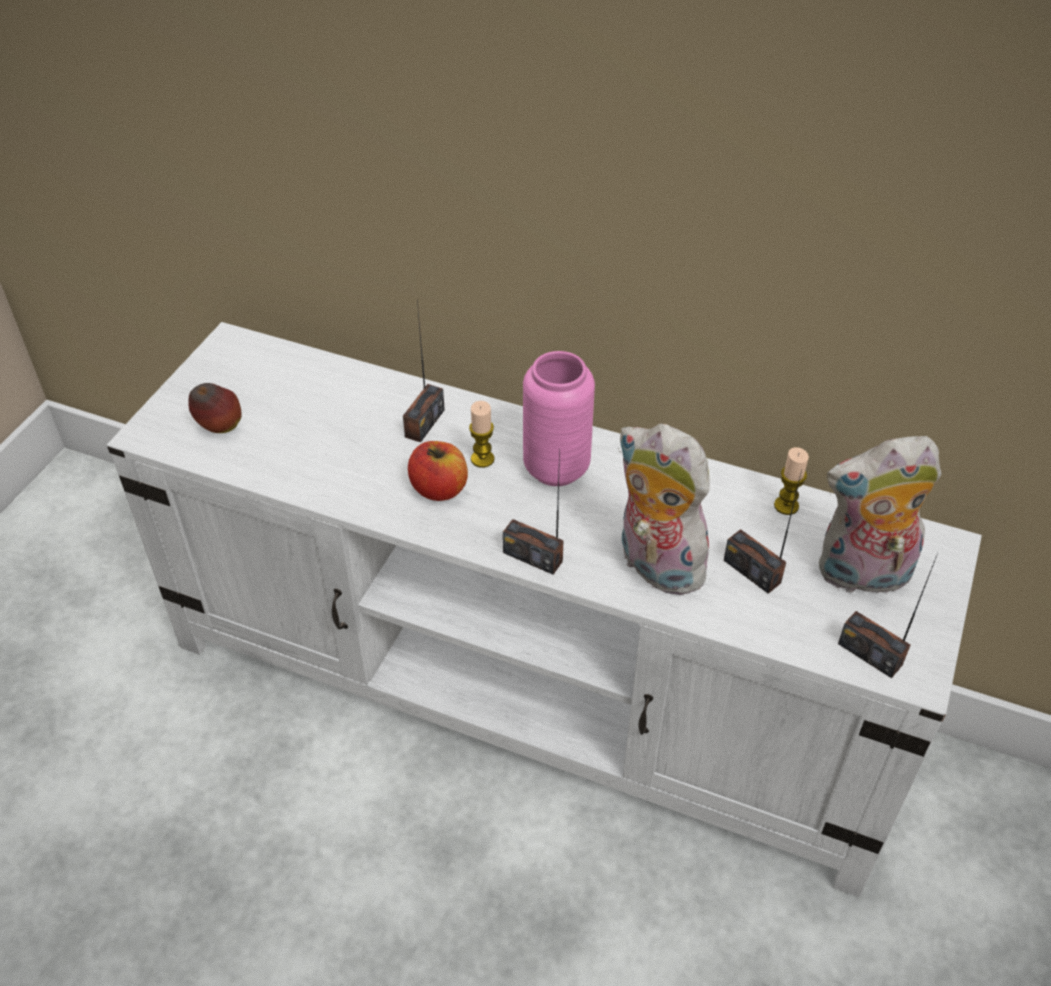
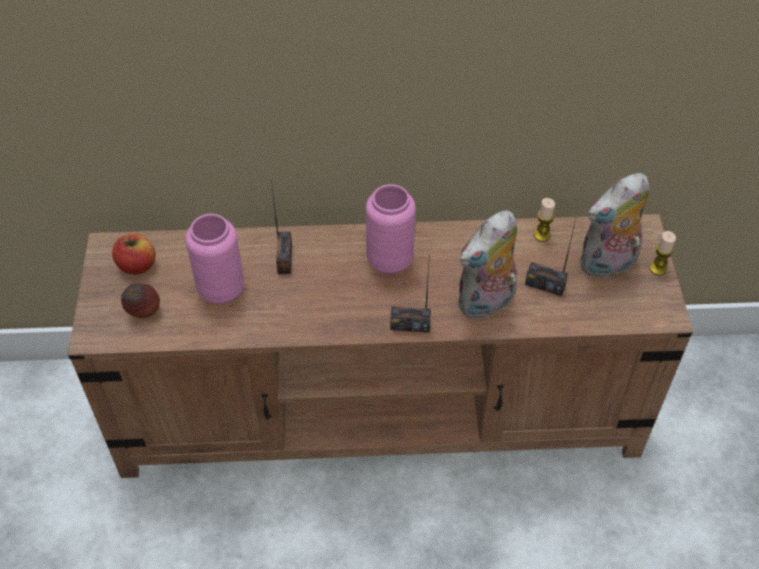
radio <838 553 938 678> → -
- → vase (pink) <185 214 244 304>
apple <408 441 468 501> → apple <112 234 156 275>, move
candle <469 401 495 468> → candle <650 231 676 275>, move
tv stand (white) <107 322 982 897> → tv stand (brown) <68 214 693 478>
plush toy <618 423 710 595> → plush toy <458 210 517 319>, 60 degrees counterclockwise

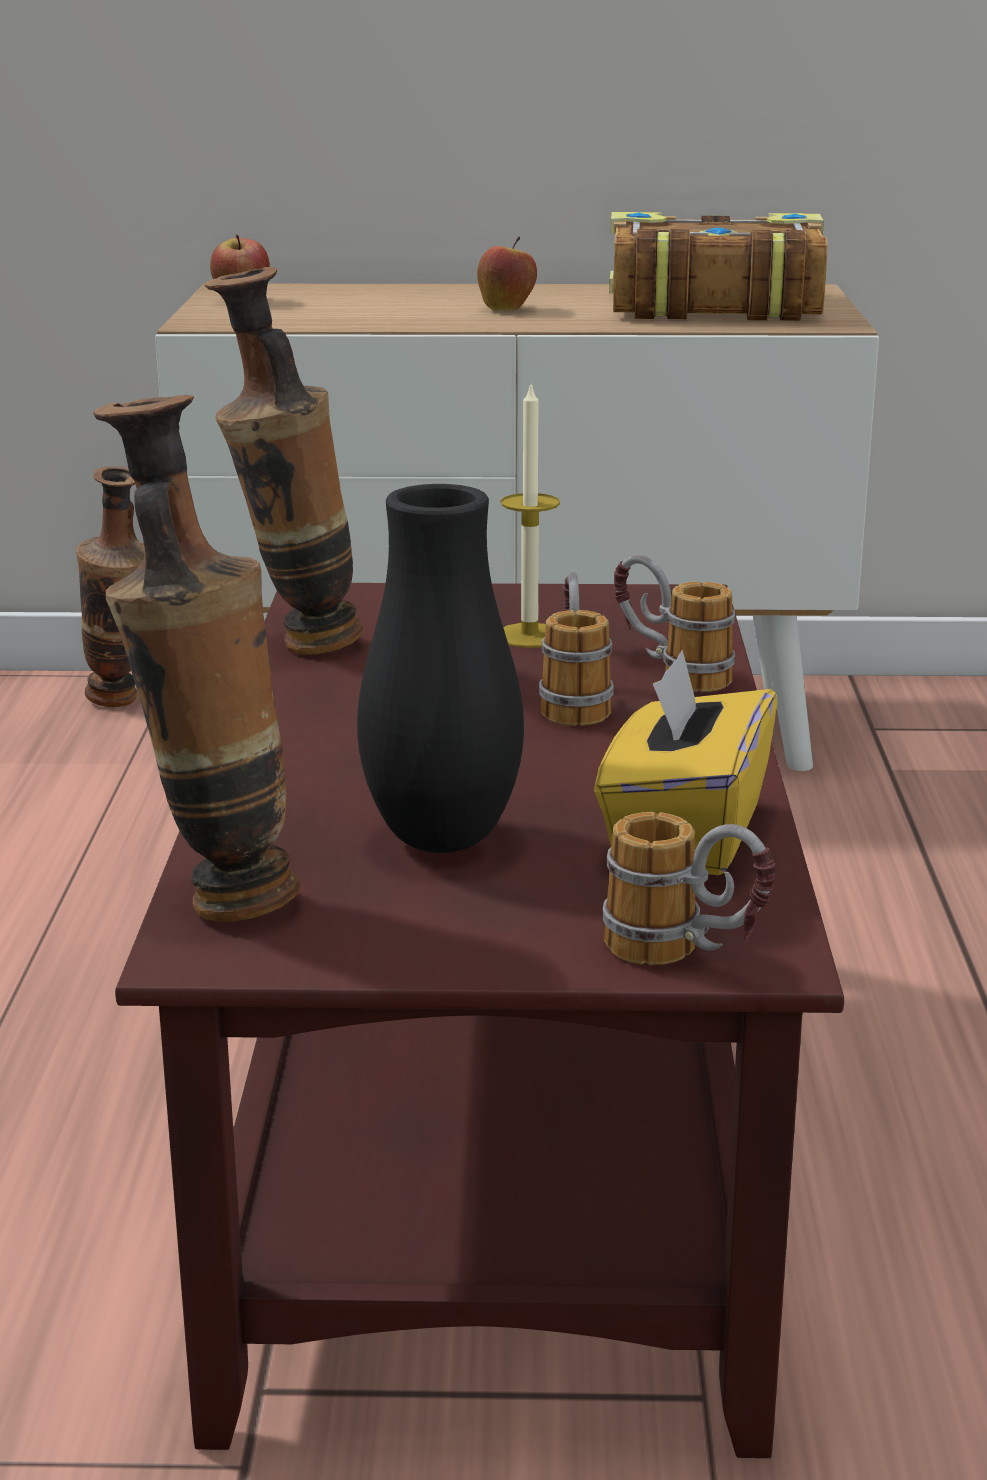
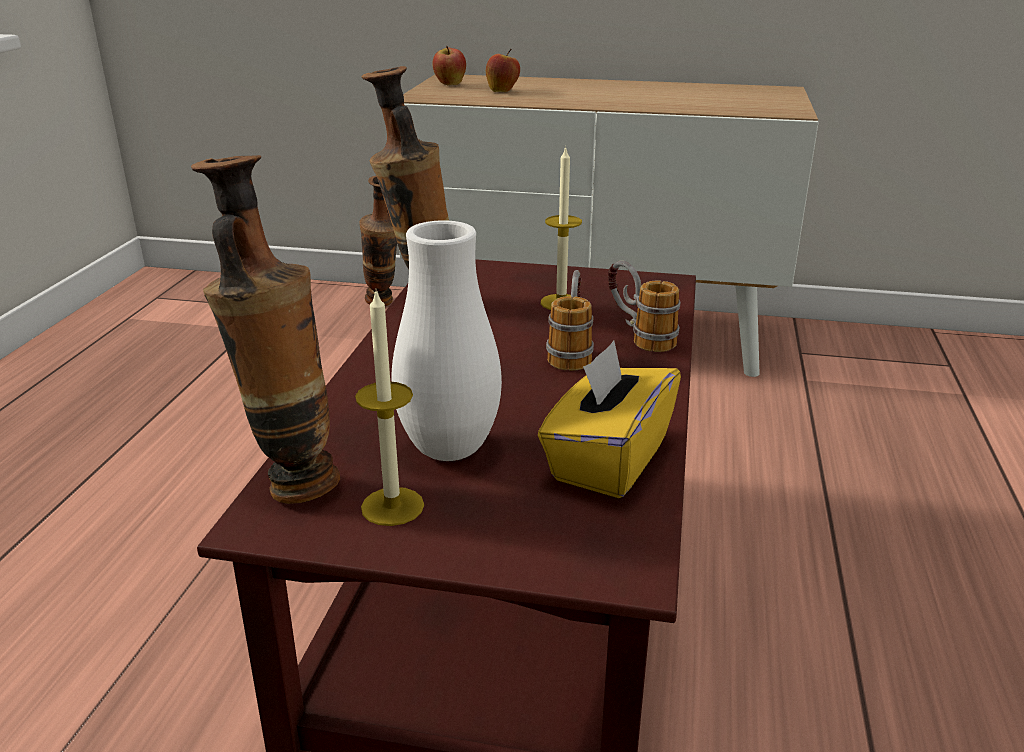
mug <602 812 775 965> → -
book <609 212 828 321> → -
- → candle <355 288 424 526>
apple <477 237 537 311> → apple <486 49 520 92>, move
vase (black) <357 484 524 853> → vase (white) <392 220 502 461>

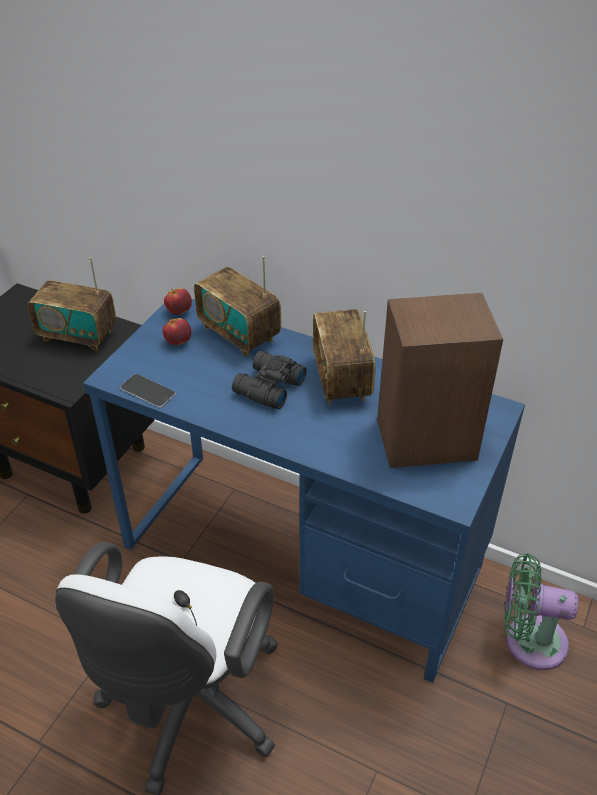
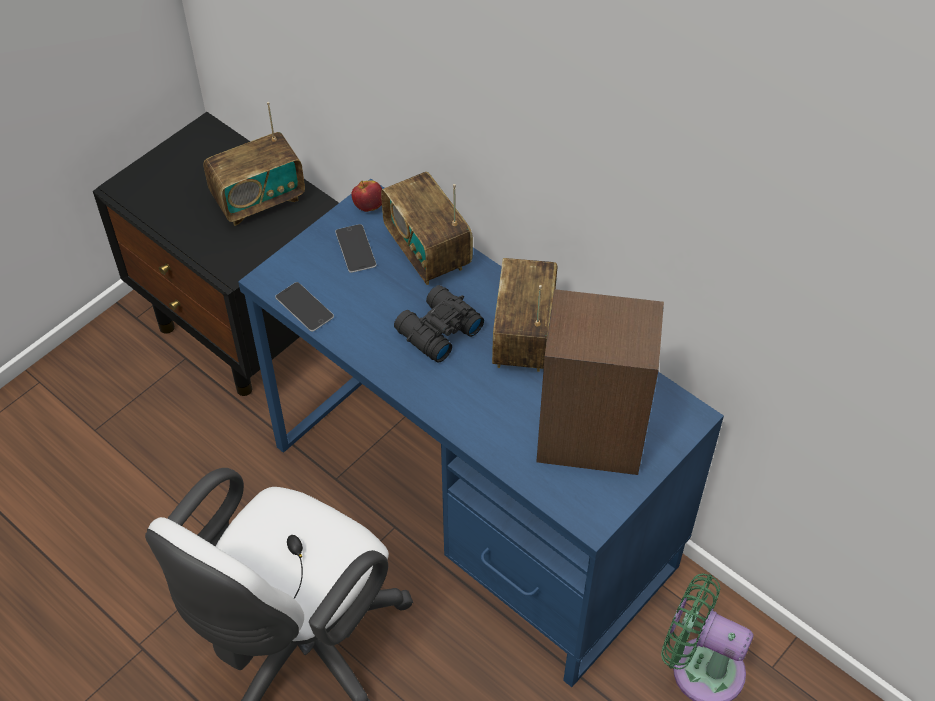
apple <163 318 191 345> → phone <335 224 376 273>
radio <27 257 116 351> → radio <204 102 305 226>, 60 degrees counterclockwise

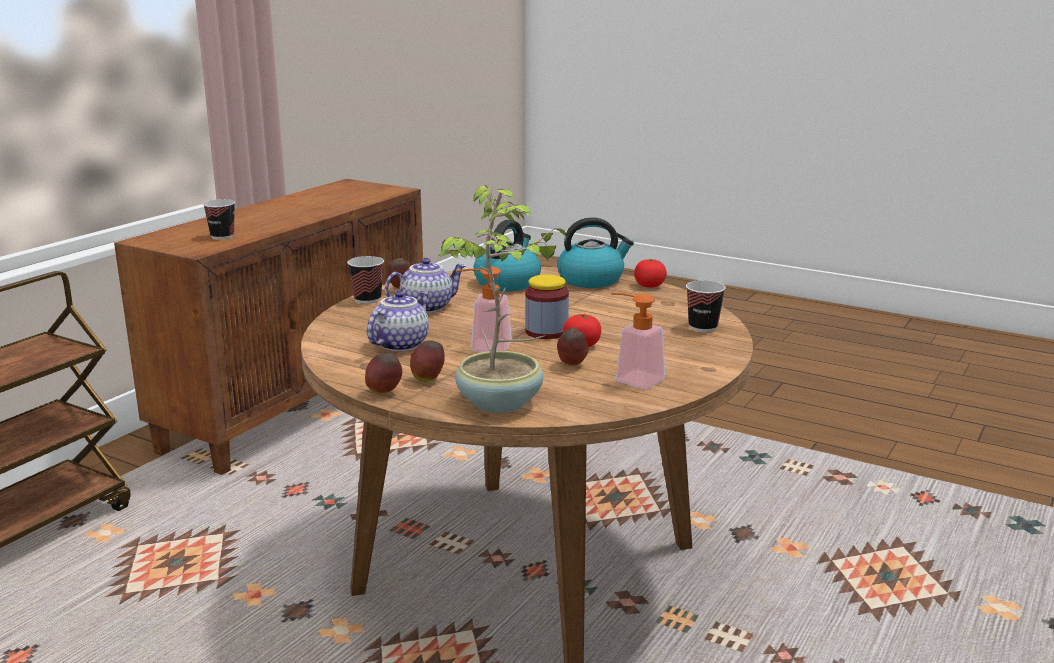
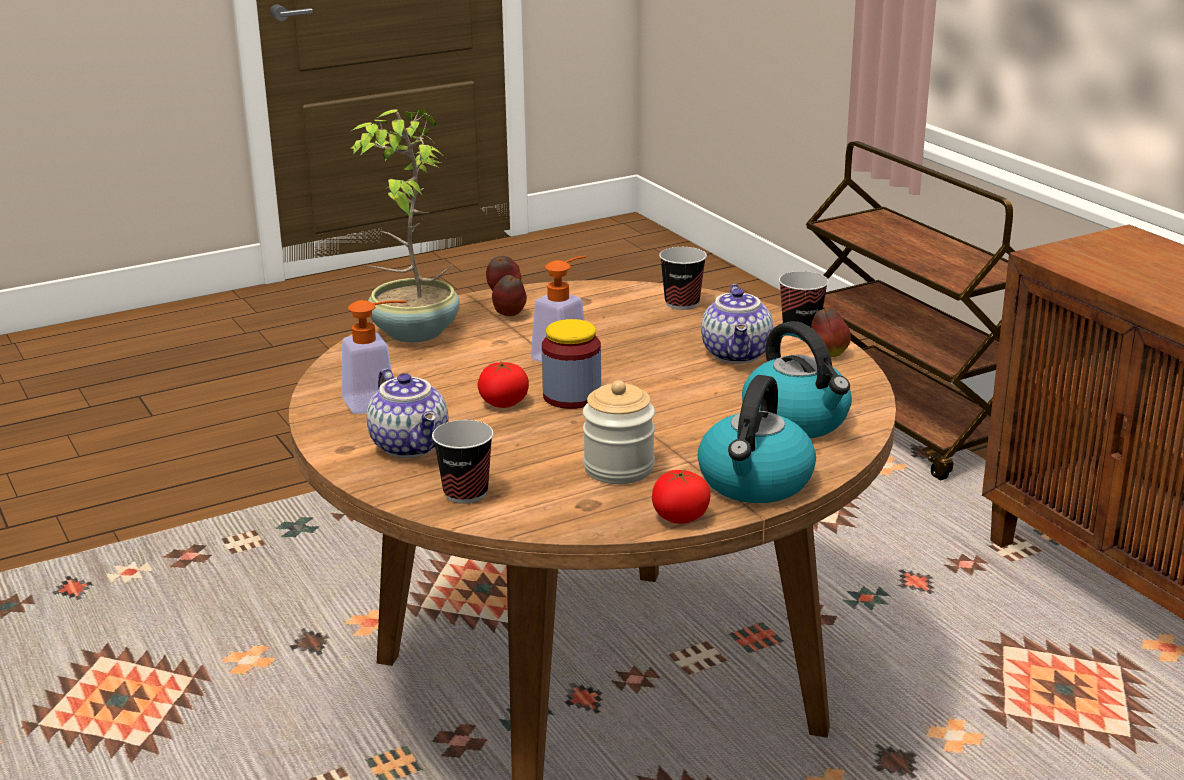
apple <557 328 588 366> → -
- → jar <583 380 655 484>
cup <203 199 235 240> → cup <659 247 707 310>, move
teapot <367 290 430 352> → teapot <367 369 448 458>, move

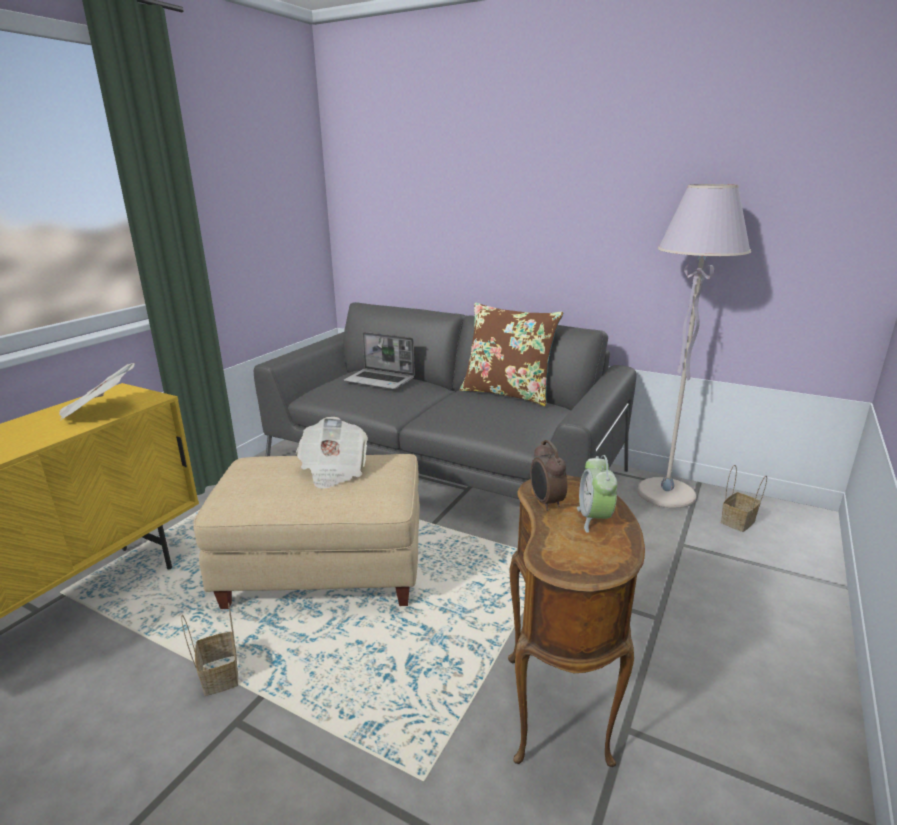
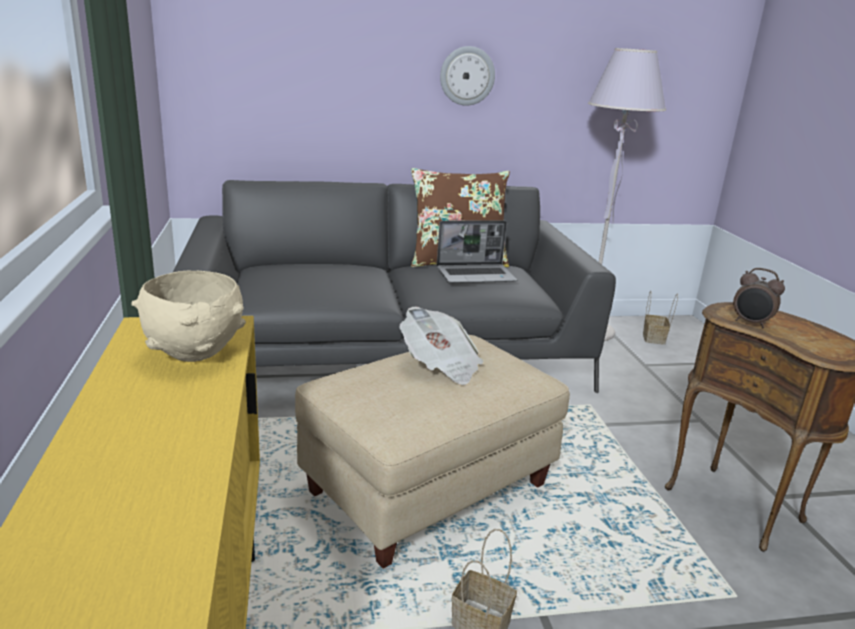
alarm clock <577 455 618 533> → -
- → wall clock <440 46 495 106>
laptop <344 332 415 389> → laptop <437 221 518 283>, move
newspaper <59 363 135 421> → bowl (beige) <131 271 246 362>

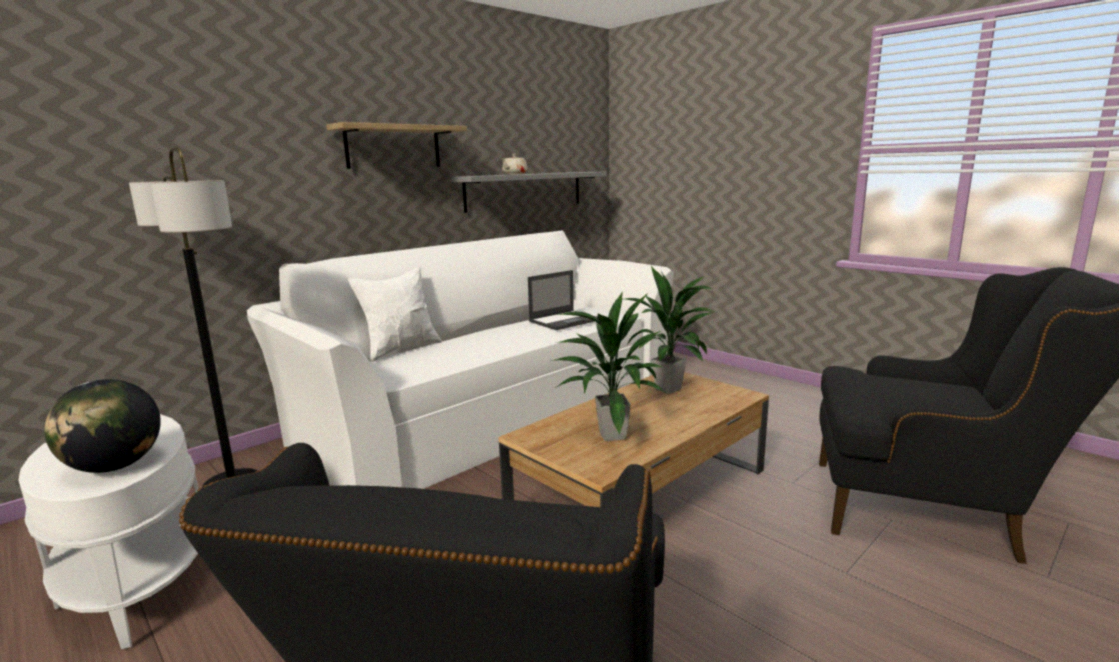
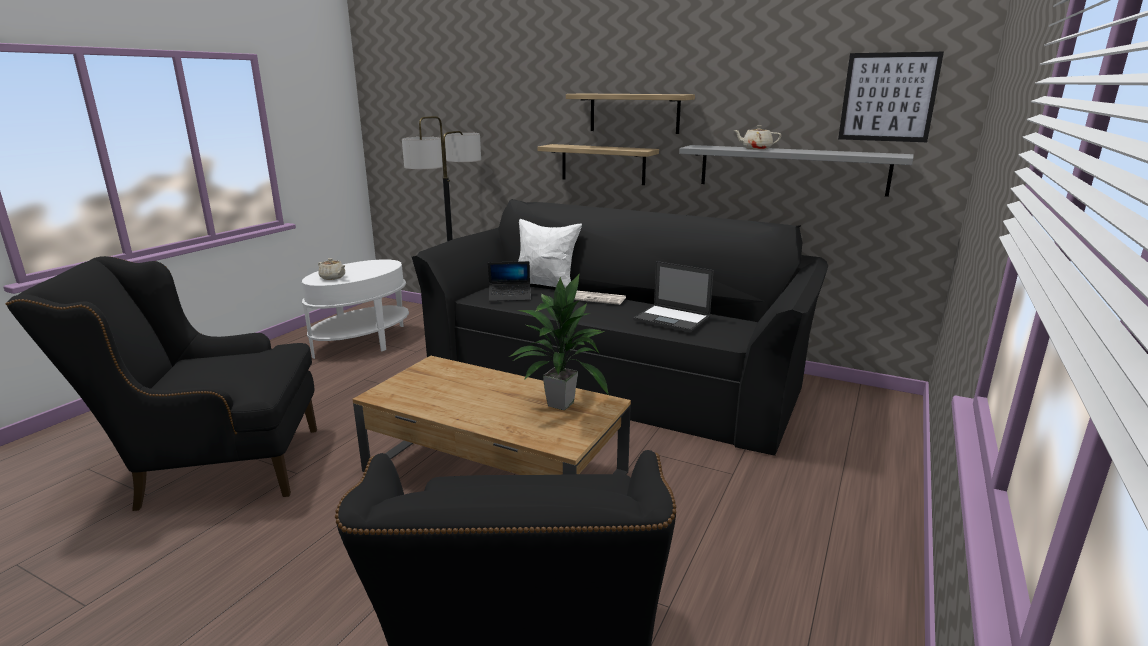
potted plant <550 291 665 441> → -
- → laptop <488 261 531 301>
- → shelf <537 144 659 185>
- → newspaper <574 291 626 305>
- → picture <838 52 944 142>
globe <44 379 161 473> → teapot (beige) <318 258 346 280>
sofa (white) <247 231 675 489> → sofa (black) <412 199 828 456>

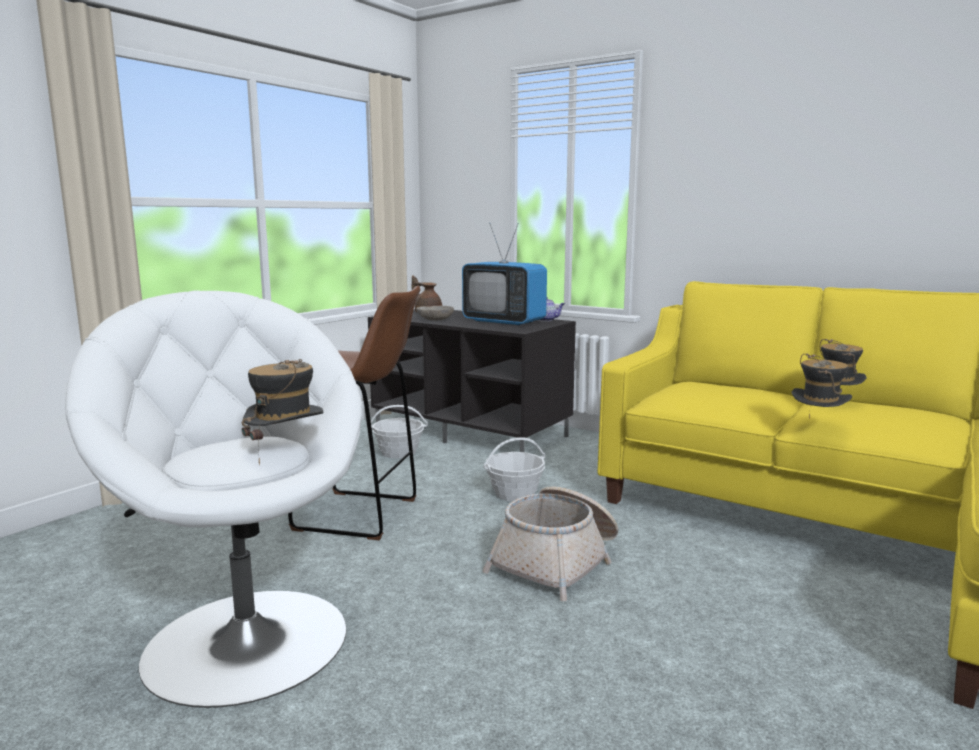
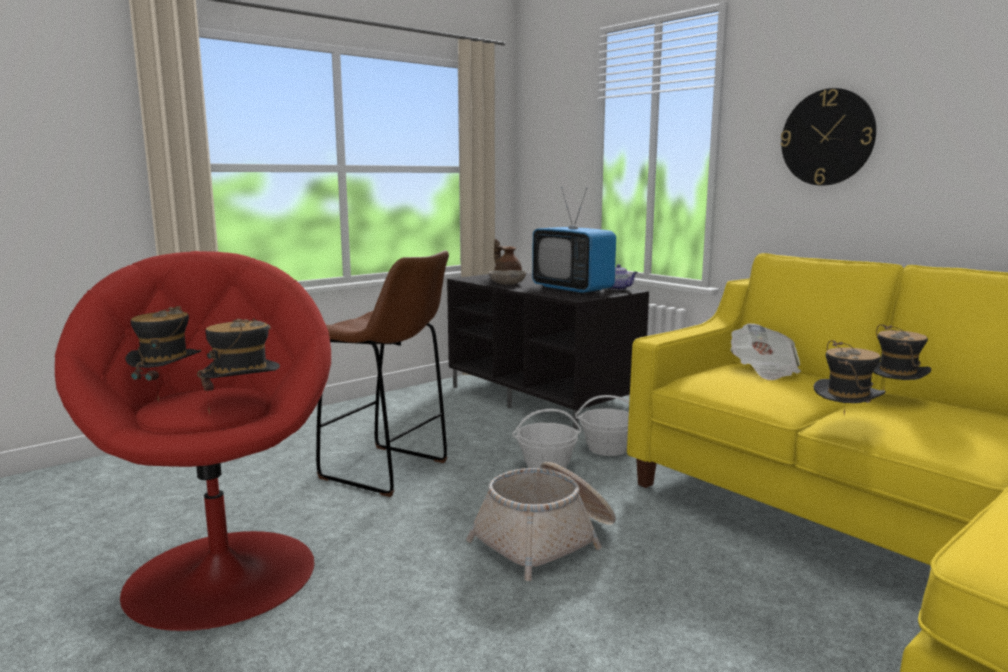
- → hat <125 306 201 403>
- → newspaper <731 323 801 380>
- → wall clock <780 88 876 186>
basket <371 405 428 458> → basket <575 395 629 456>, move
armchair (white) <65 291 362 708> → armchair (red) <55 251 331 631>

